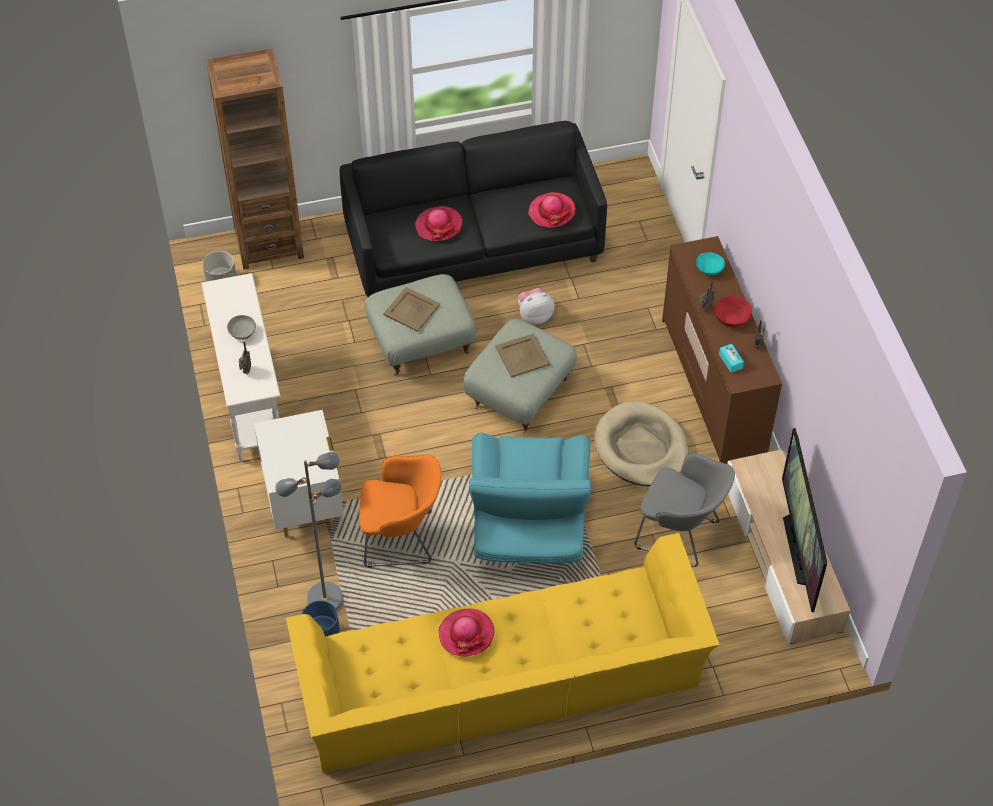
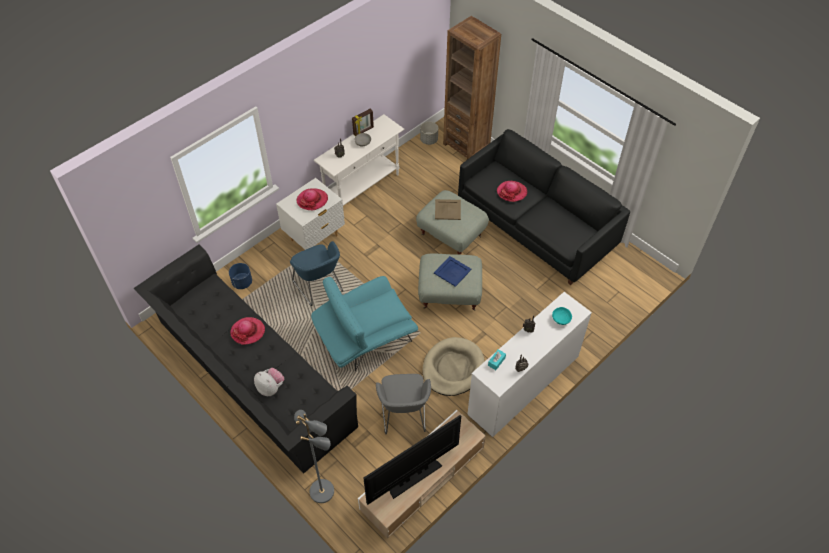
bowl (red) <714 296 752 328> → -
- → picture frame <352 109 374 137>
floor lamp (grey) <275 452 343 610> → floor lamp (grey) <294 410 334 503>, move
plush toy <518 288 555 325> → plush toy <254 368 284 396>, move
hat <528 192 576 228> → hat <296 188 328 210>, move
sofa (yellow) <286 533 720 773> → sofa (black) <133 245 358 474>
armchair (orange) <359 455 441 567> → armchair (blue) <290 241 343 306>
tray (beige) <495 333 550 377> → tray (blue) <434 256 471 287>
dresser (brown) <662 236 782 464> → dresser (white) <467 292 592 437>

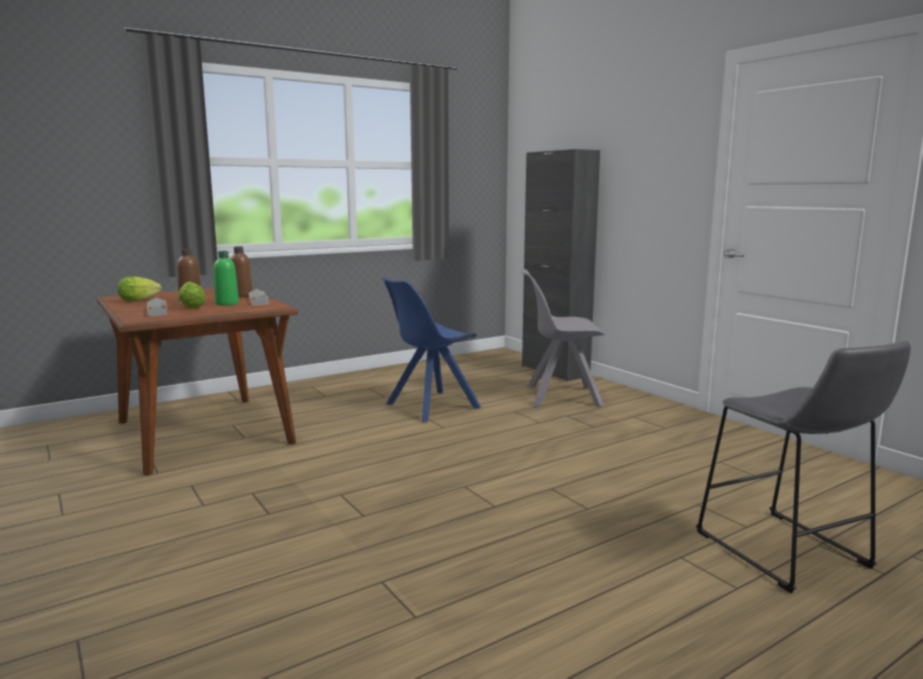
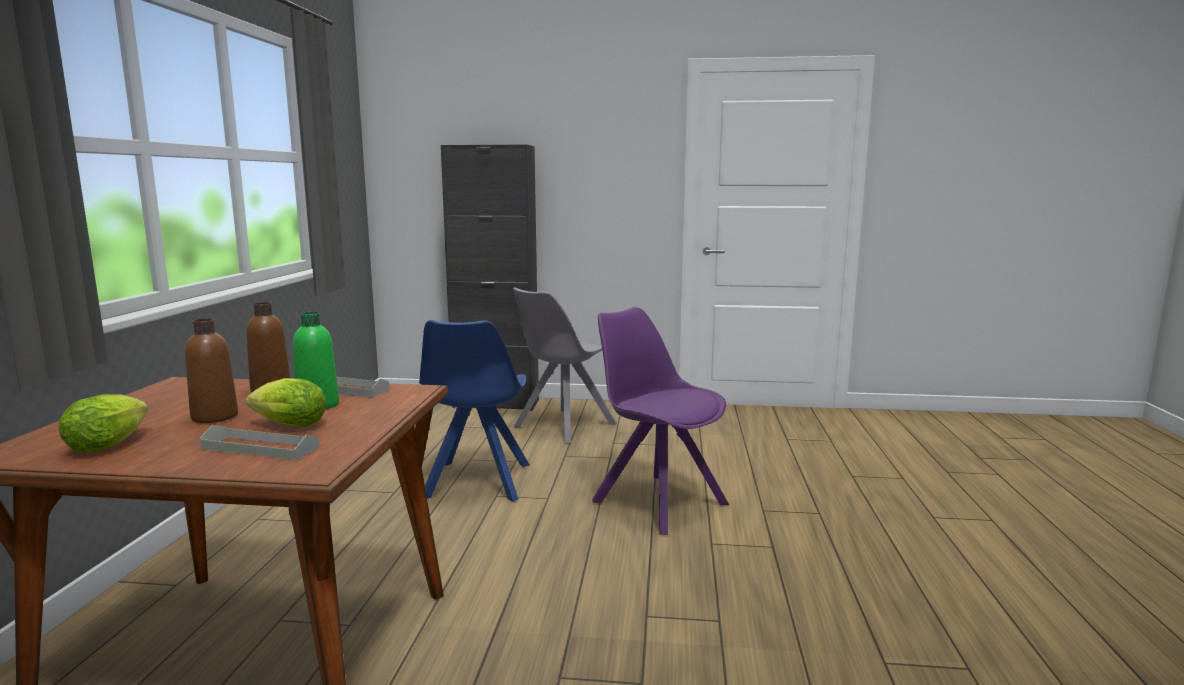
stool (grey) <696 340 911 593> → -
- → chair (purple) <592 307 729 535>

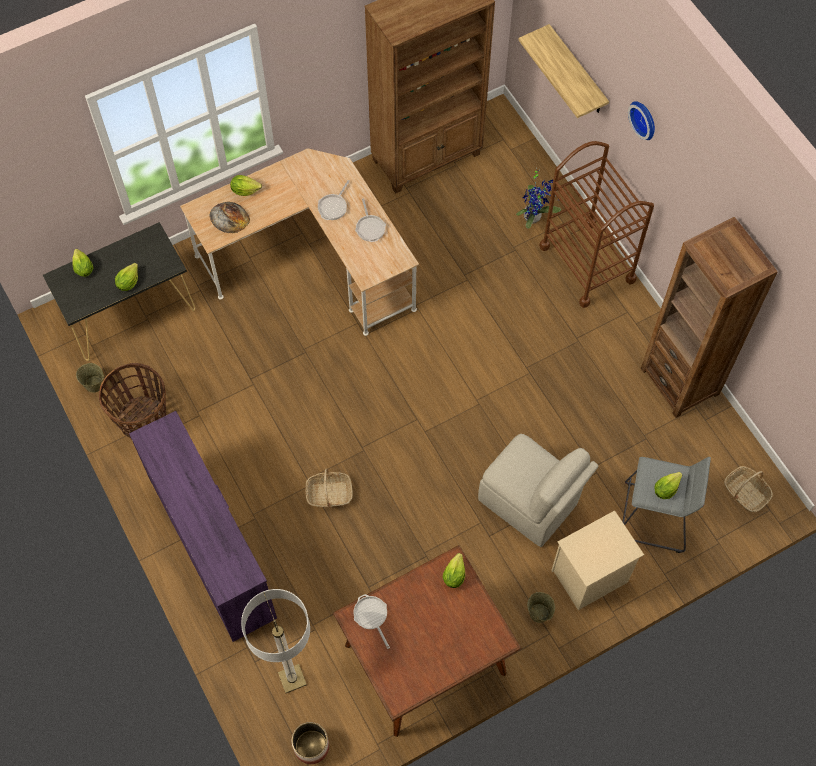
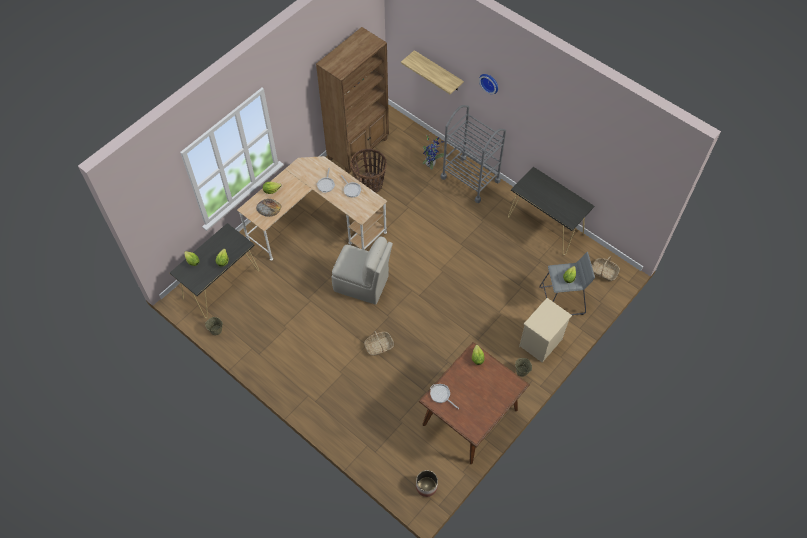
dresser (purple) <129 411 277 642> → -
floor lamp <241 589 310 693> → -
basket <99 363 166 439> → basket <350 148 387 193>, move
chair (beige) <478 434 599 547> → chair (beige) <331 236 393 305>, move
bookcase (brown) <641 217 778 418> → console table (black) <508 167 594 255>
cart (brown) <539 141 654 308> → cart (grey) <440 105 506 203>

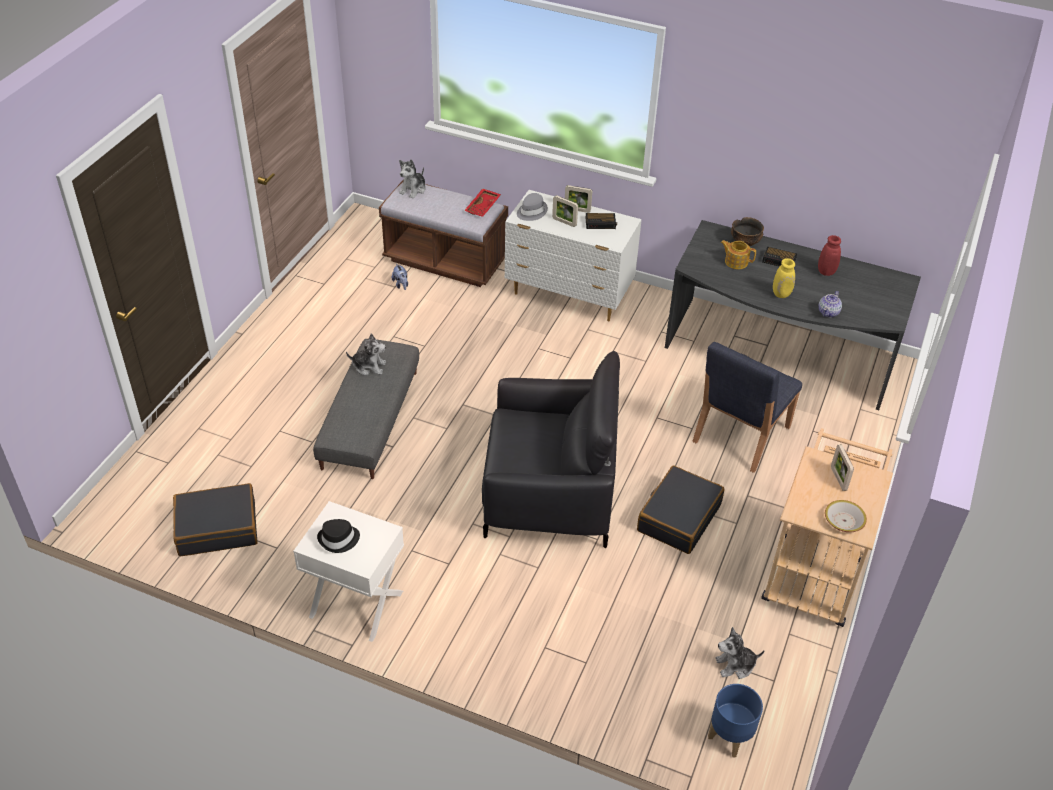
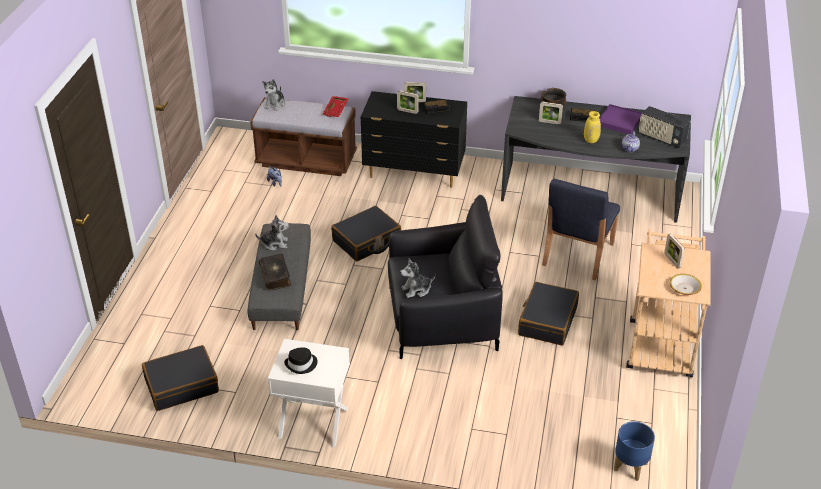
hat (grey) <517 193 548 221> → -
- → book <259 254 291 291>
- → suitcase (black) <331 206 401 261>
- → radio <639 106 690 148>
plush toy <715 627 765 679> → plush toy <400 259 435 298>, move
teapot <721 240 756 269> → picture frame <539 102 563 124>
vase (red) <818 235 841 276> → tray (purple) <599 104 642 134>
dresser (white) <504 190 642 321> → dresser (black) <361 91 467 188>

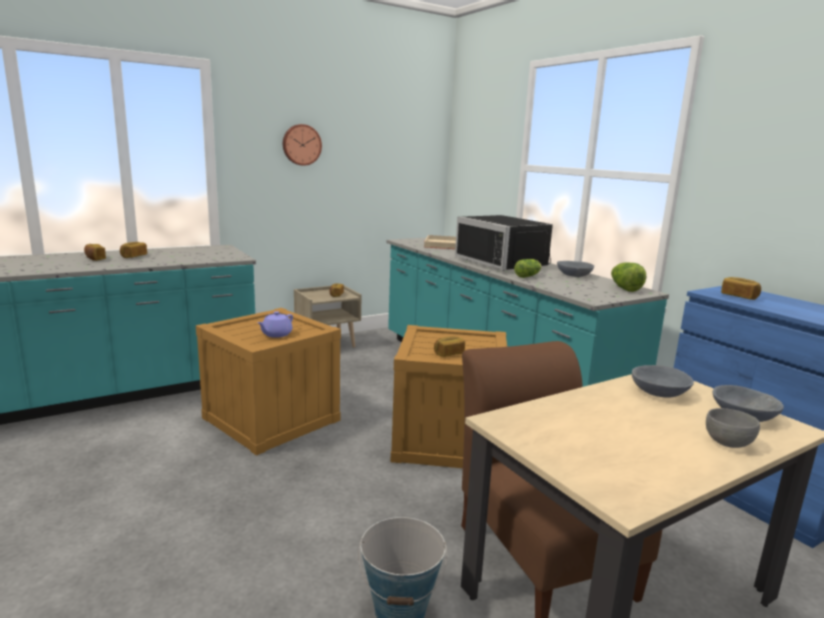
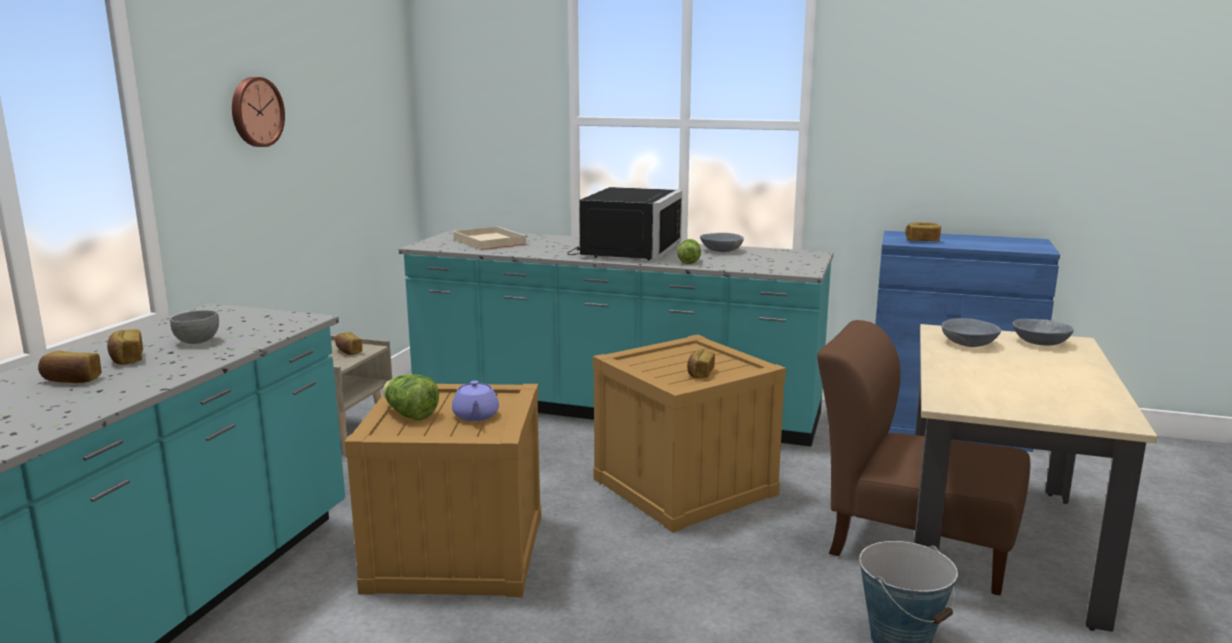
lettuce <611 262 646 292> → lettuce <383 374 439 421>, move
bowl (grey) <706 408 760 448> → bowl (grey) <170 310 219 344>, move
microwave (black) <455 215 553 271> → microwave (black) <567 187 682 261>, 90 degrees counterclockwise

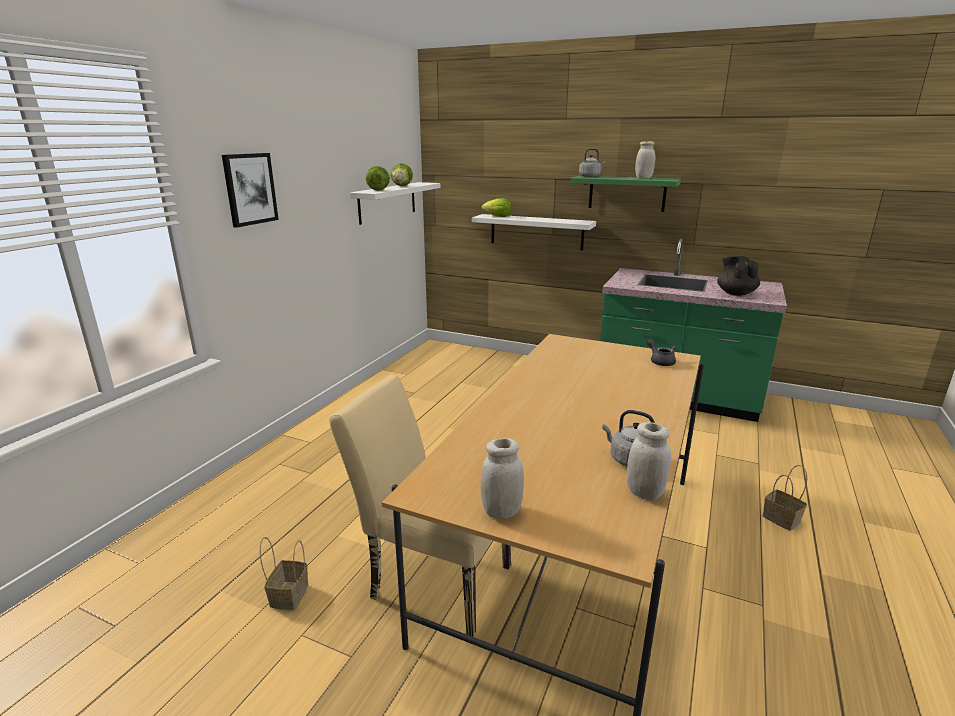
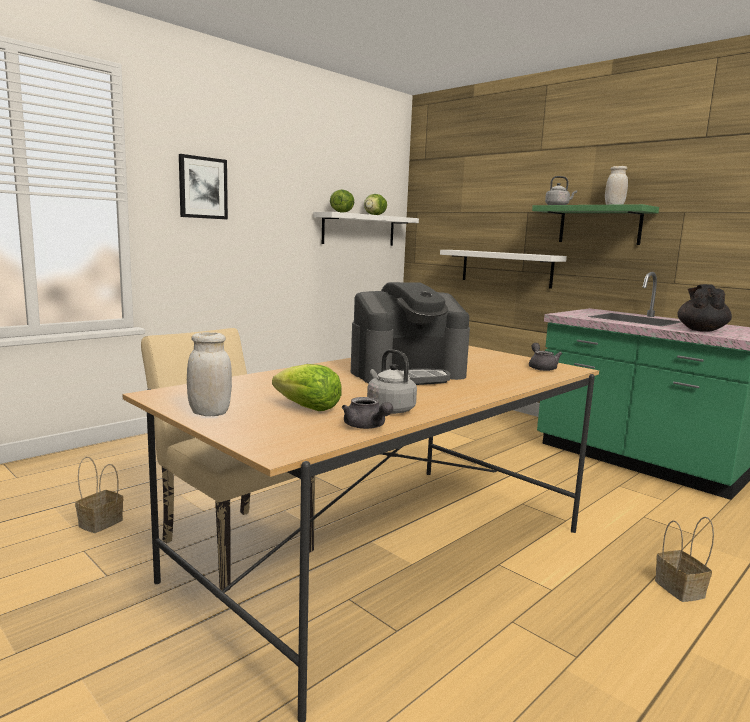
- → coffee machine <351 282 470 385>
lettuce <481 198 511 217> → lettuce <272 364 342 411>, move
jar (white) <627 422 671 500> → teapot (grey) <342 397 393 429>

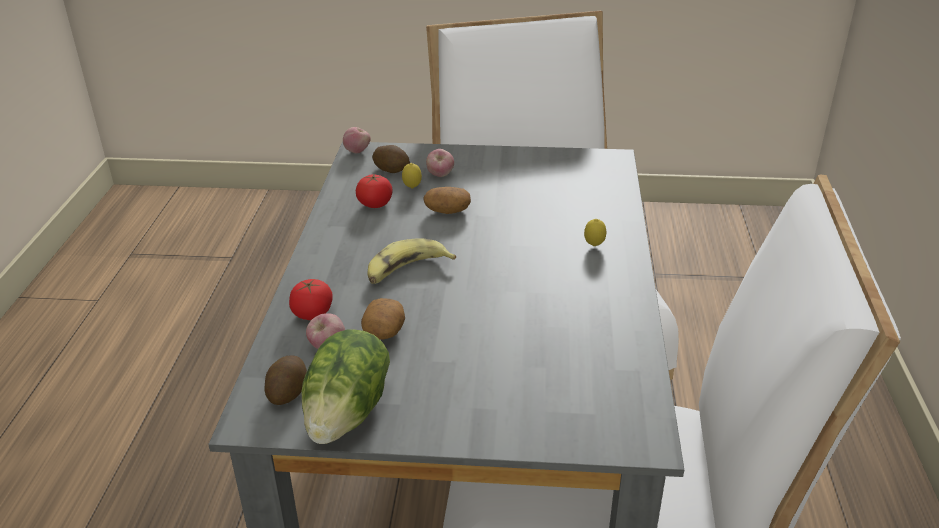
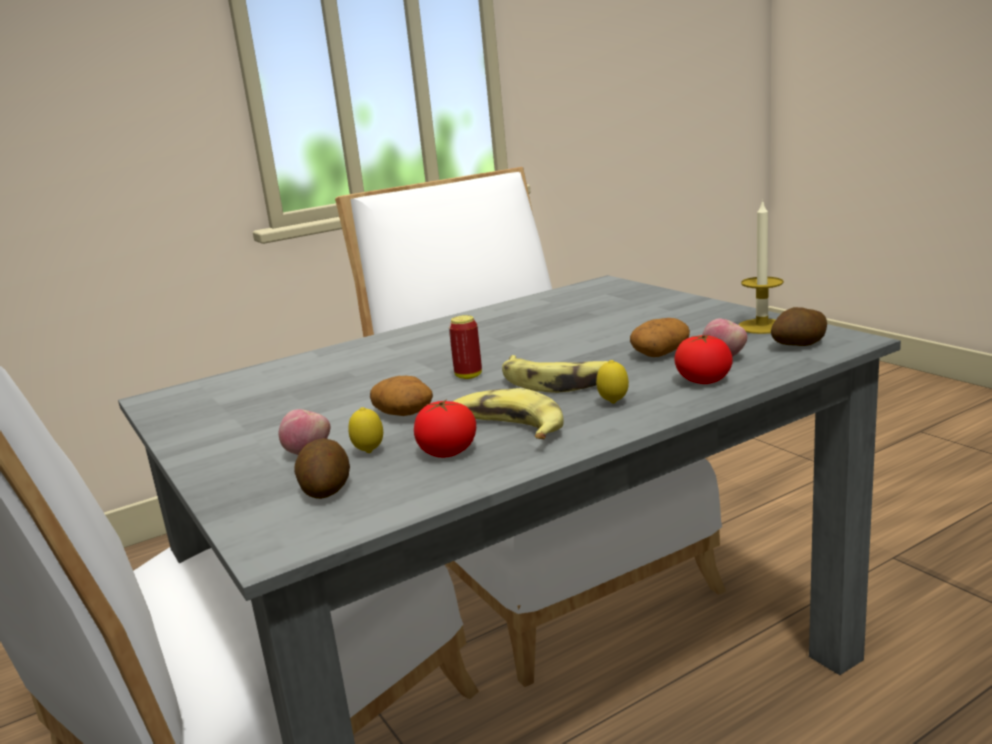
apple <343 127 371 153> → -
- → can <449 315 482 379>
- → banana <453 388 564 439>
lemon <584 219 606 246> → lemon <596 360 629 404>, move
lettuce <302 329 390 444> → candle <738 199 784 334>

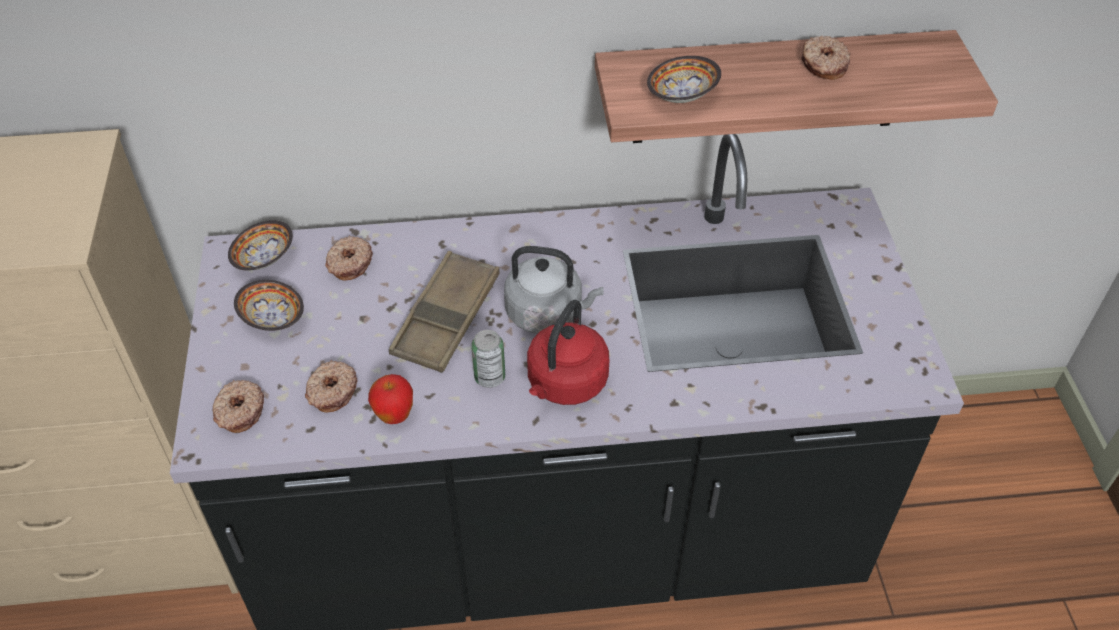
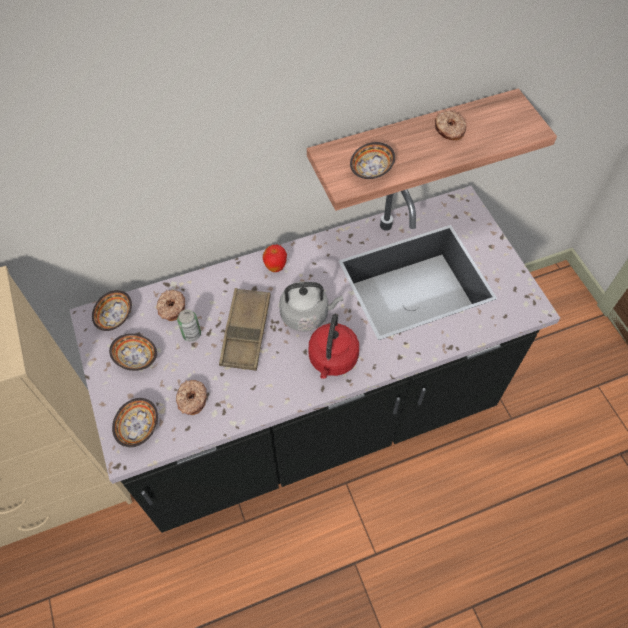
apple <368 374 413 424> → apple <263 245 287 272>, move
can <471 330 505 388> → can <177 309 201 342>, move
donut <213 380 264 433> → bowl <112 398 158 447>

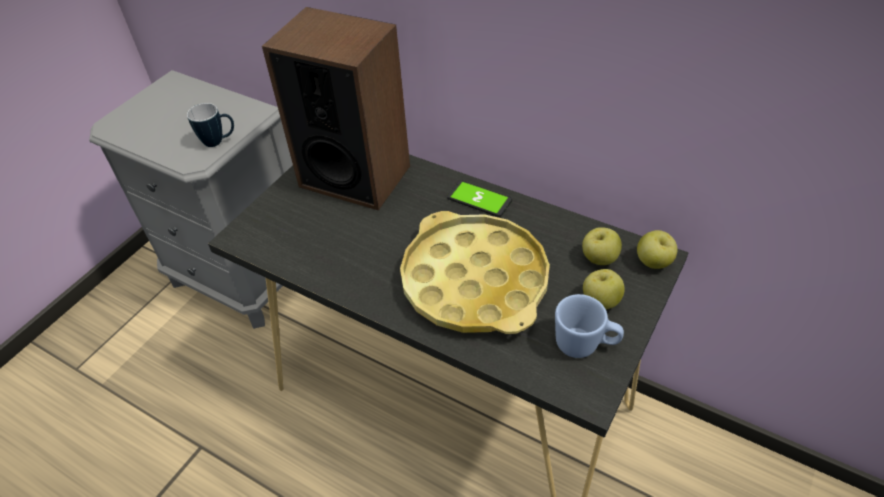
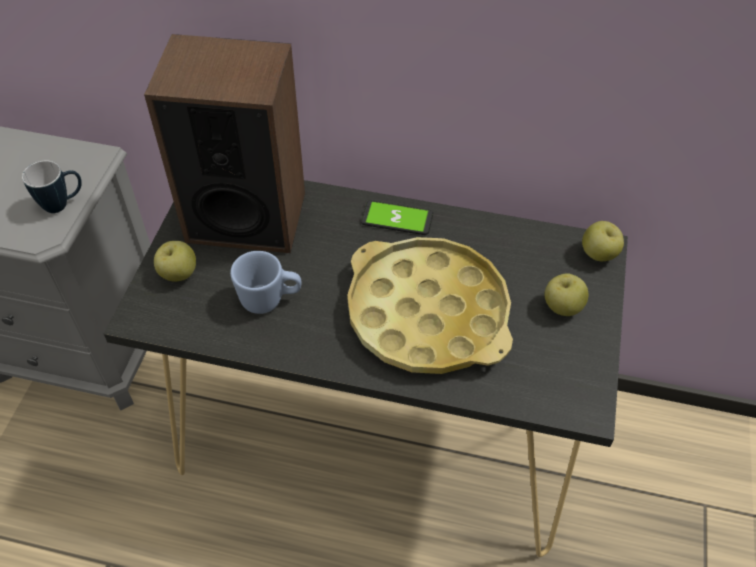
mug (blue) <555 294 624 358> → mug (blue) <230 251 302 314>, move
apple <582 227 622 265> → apple <154 241 196 282>, move

